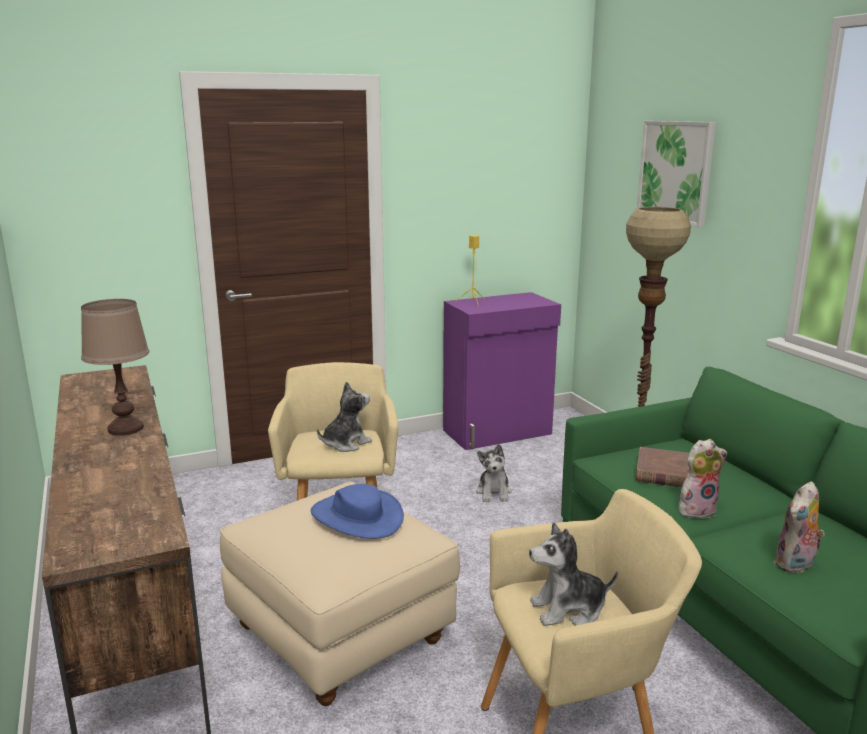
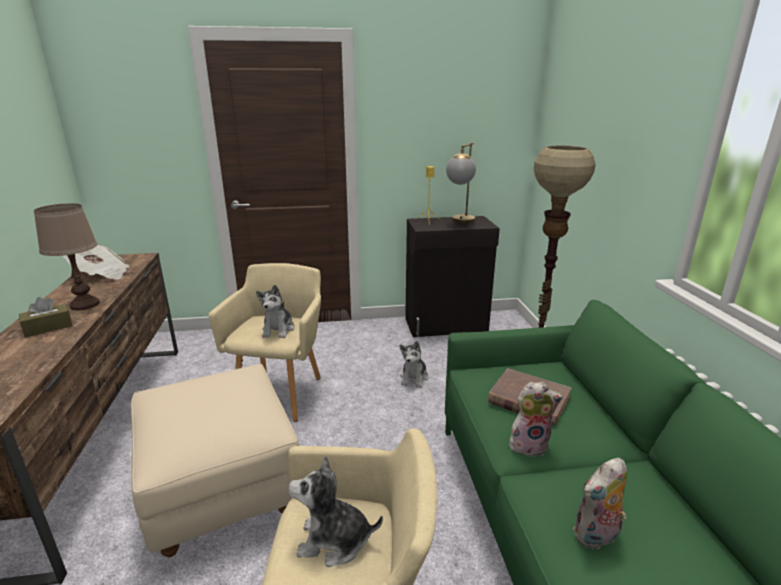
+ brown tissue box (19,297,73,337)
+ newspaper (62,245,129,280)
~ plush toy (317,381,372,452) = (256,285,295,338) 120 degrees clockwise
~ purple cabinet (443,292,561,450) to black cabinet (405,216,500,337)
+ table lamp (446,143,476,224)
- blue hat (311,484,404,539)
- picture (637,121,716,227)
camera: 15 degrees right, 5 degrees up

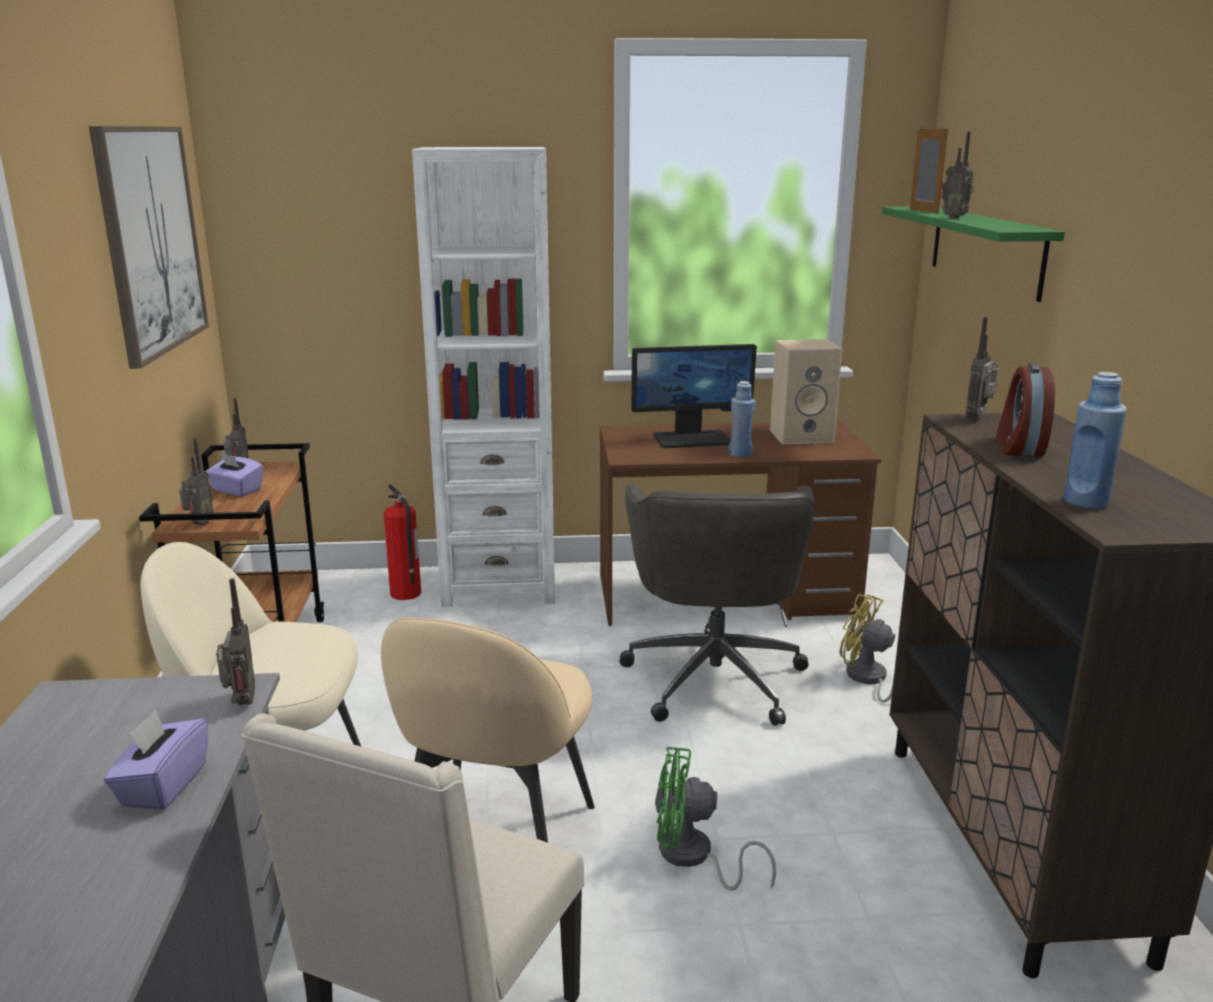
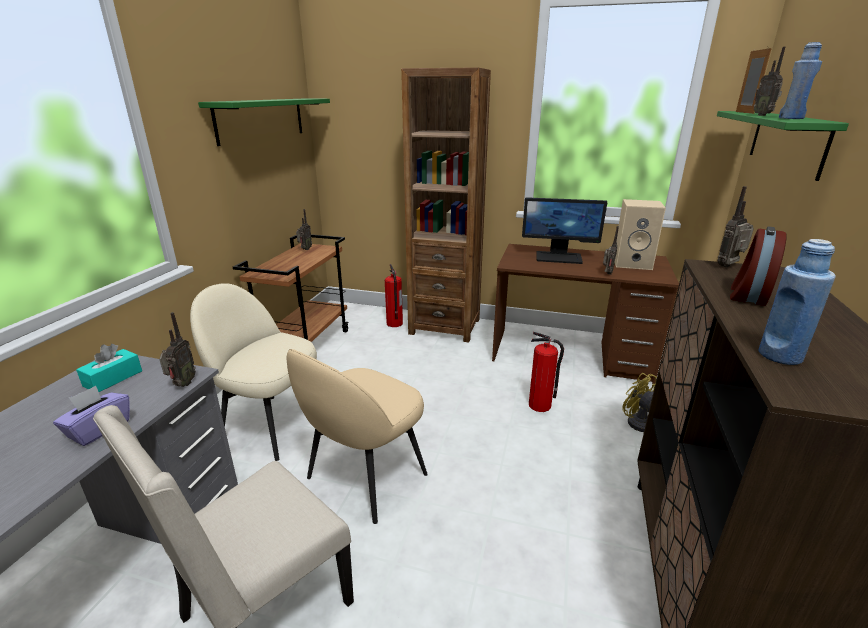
+ turquoise tissue box (76,344,142,392)
~ picture (89,126,209,369) to green shelf (198,99,330,146)
~ white bookcase (412,147,555,607) to brown bookcase (401,67,491,343)
~ grey office chair (619,484,814,726) to fire extinguisher (529,332,564,412)
~ radio (179,438,214,525) to (603,226,619,275)
~ blue bottle (728,381,756,457) to (779,42,822,119)
- purple tissue box (206,453,263,497)
- green fan (655,747,776,890)
camera: 20 degrees right, 5 degrees up

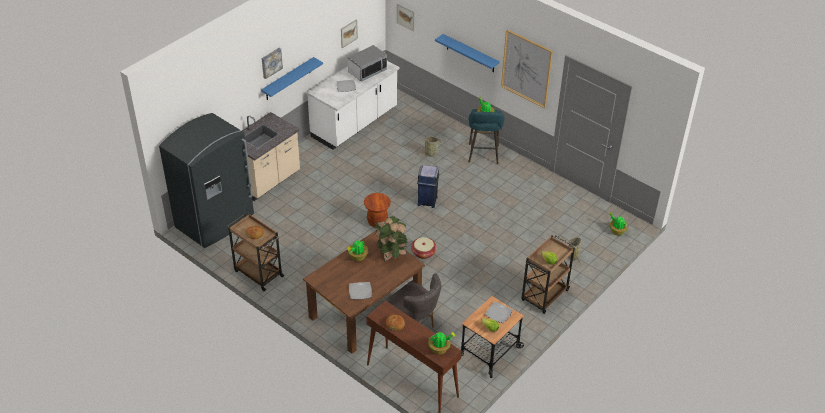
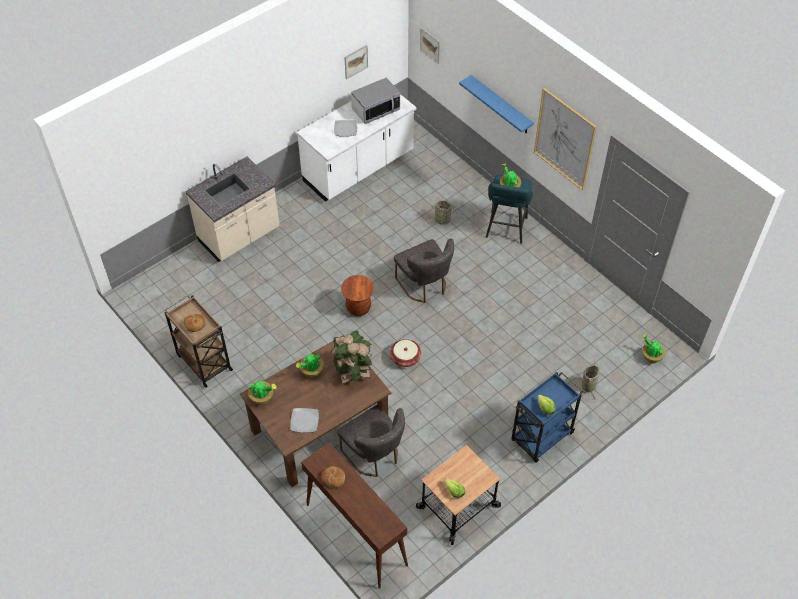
~ potted plant (428,332,456,355) to (248,381,277,405)
~ blue trash can (417,165,439,208) to grey chair (394,238,454,303)
~ brown cart (522,235,575,314) to blue cart (512,372,583,463)
- grey fridge (159,113,254,248)
- blue shelf (261,57,323,100)
- picture (262,48,283,79)
- plate (485,302,513,323)
camera: 10 degrees right, 10 degrees up

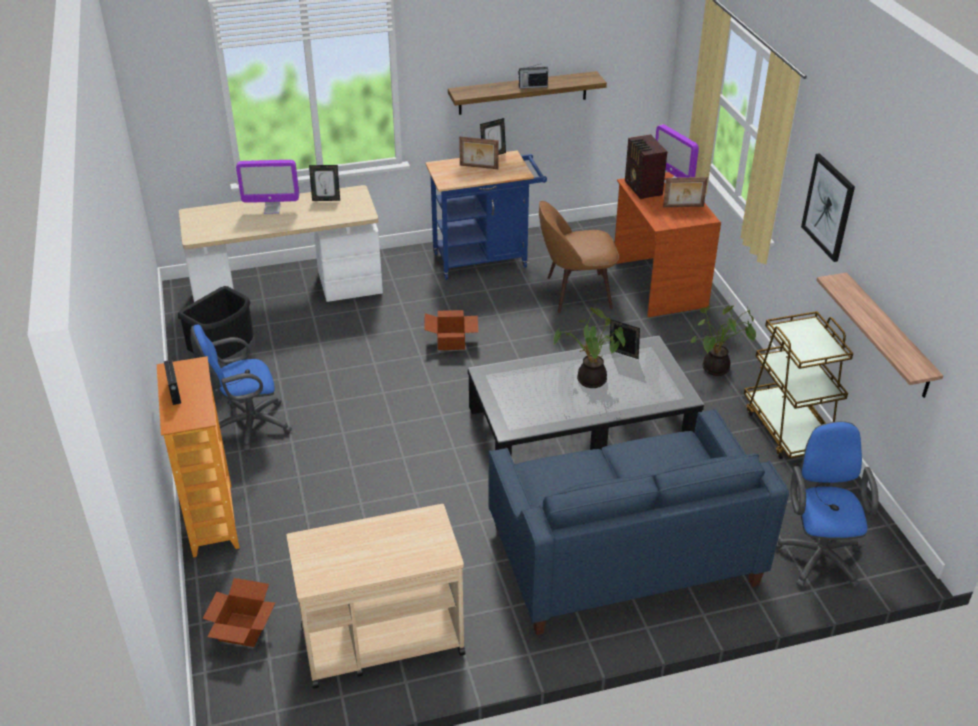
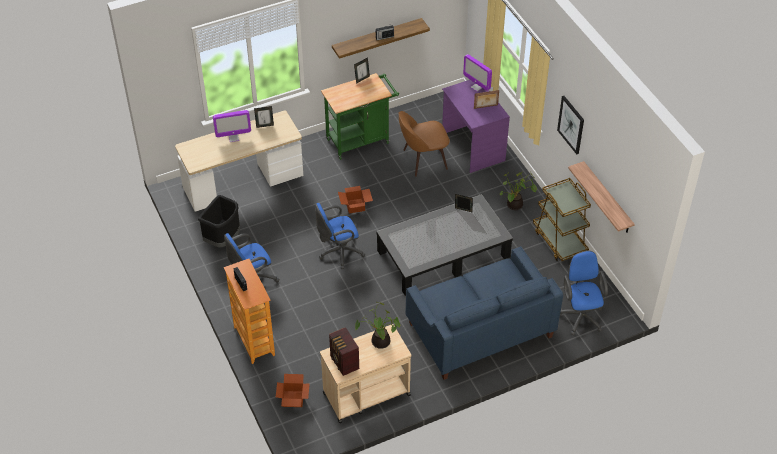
+ blue office chair (315,203,365,269)
~ blue cart (425,150,547,280) to green cart (321,73,399,160)
~ radio (625,134,667,199) to (329,327,359,376)
~ potted plant (553,308,625,388) to (355,302,400,349)
~ brown desk (614,172,721,317) to purple desk (442,80,510,173)
- picture frame (459,137,499,169)
camera: 10 degrees left, 10 degrees up

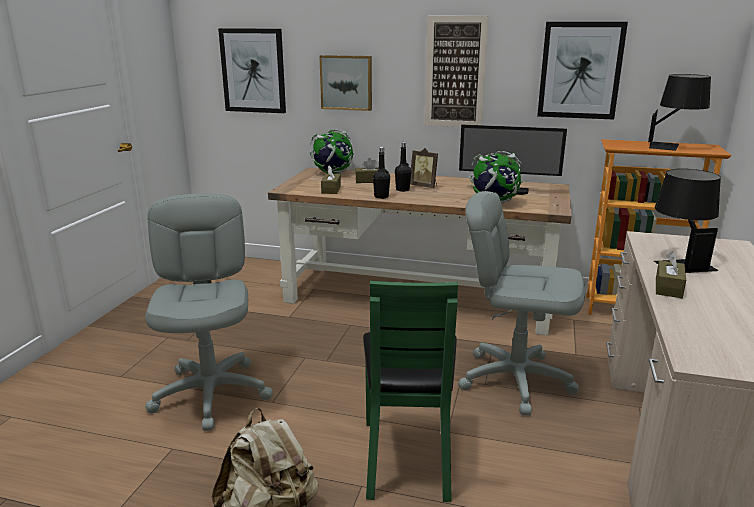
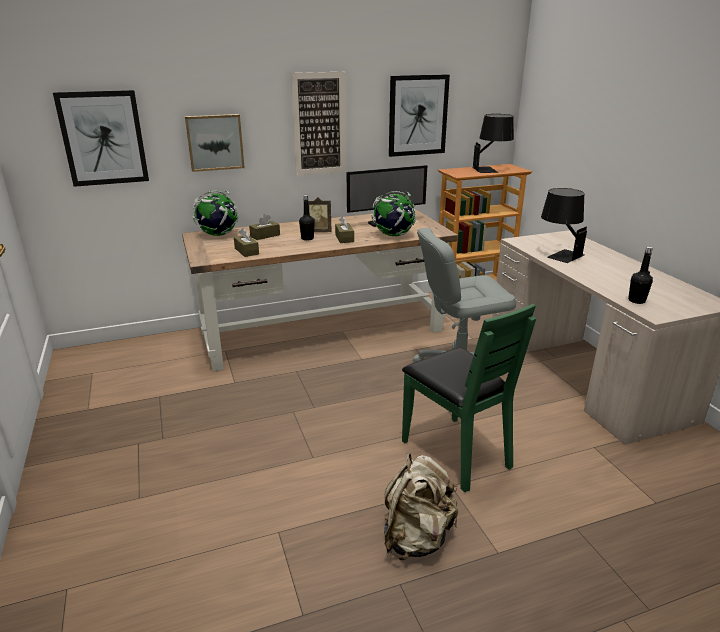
~ brown tissue box (656,251,686,298) to (335,216,354,243)
~ black bottle (373,147,390,199) to (628,246,653,304)
- grey office chair (145,193,273,431)
camera: 35 degrees left, 5 degrees up

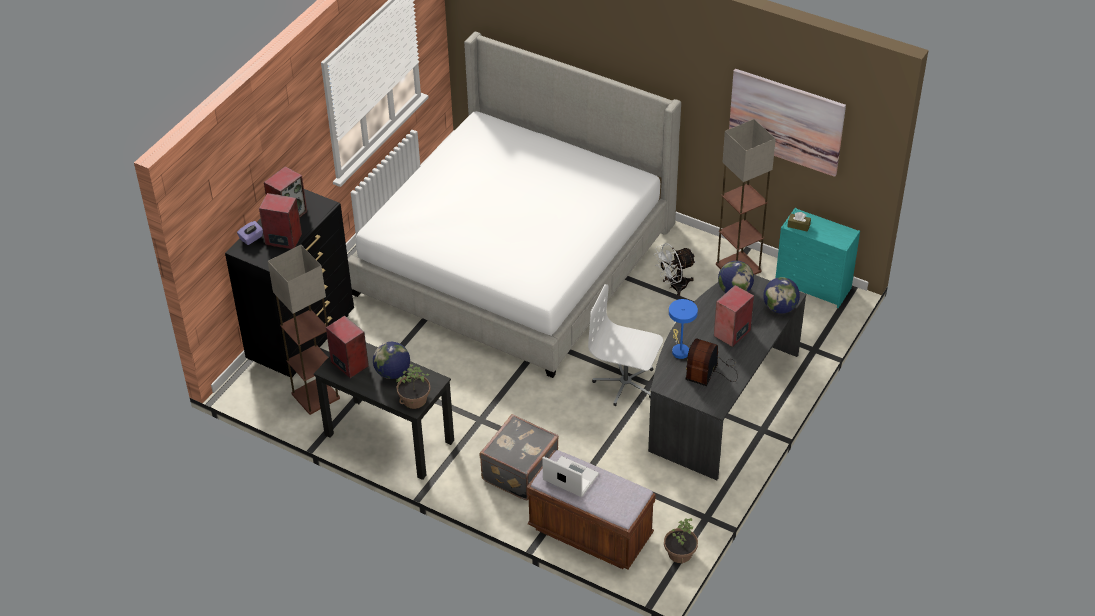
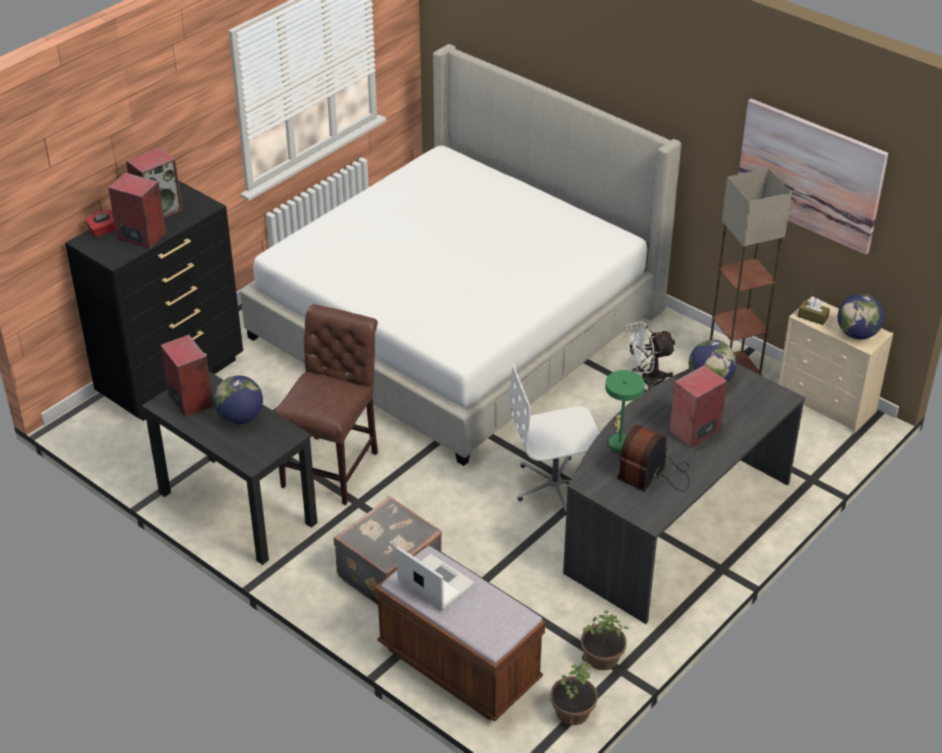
~ purple tissue box (237,221,263,245) to red tissue box (85,210,116,237)
+ brown chair (274,304,378,505)
~ white office chair (588,284,663,406) = (509,365,599,515) 45 degrees counterclockwise
~ potted plant (396,364,431,409) to (581,610,629,670)
~ blue table lamp (669,299,698,359) to green table lamp (605,370,645,453)
~ turquoise dresser (776,208,860,308) to beige dresser (778,296,893,434)
~ globe (763,277,800,314) to (838,294,884,339)
- floor lamp (268,245,340,415)
camera: 10 degrees right, 5 degrees down

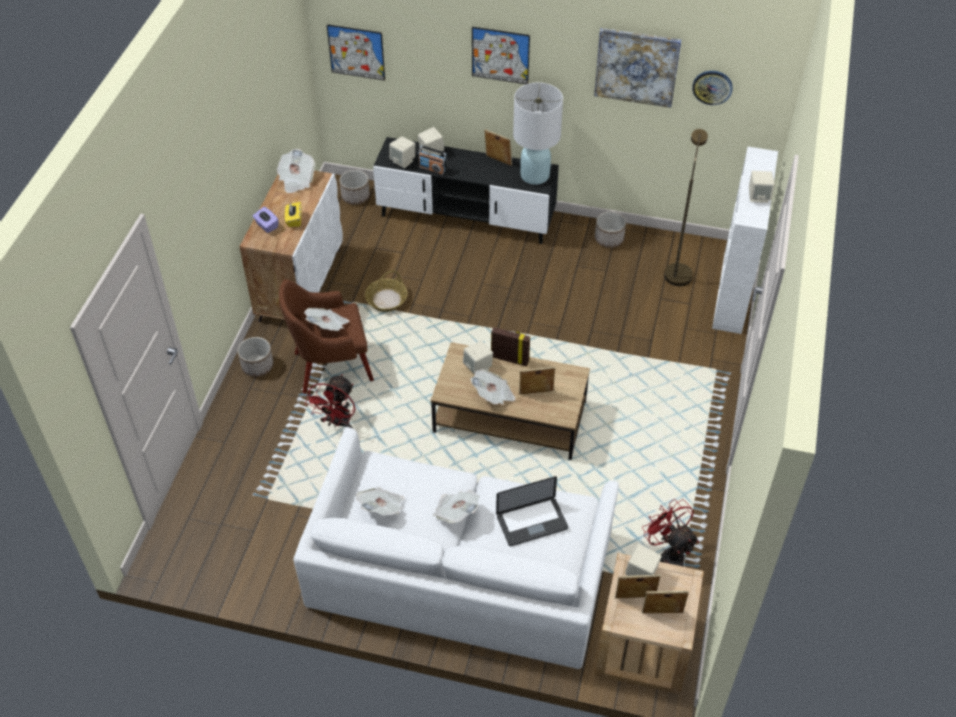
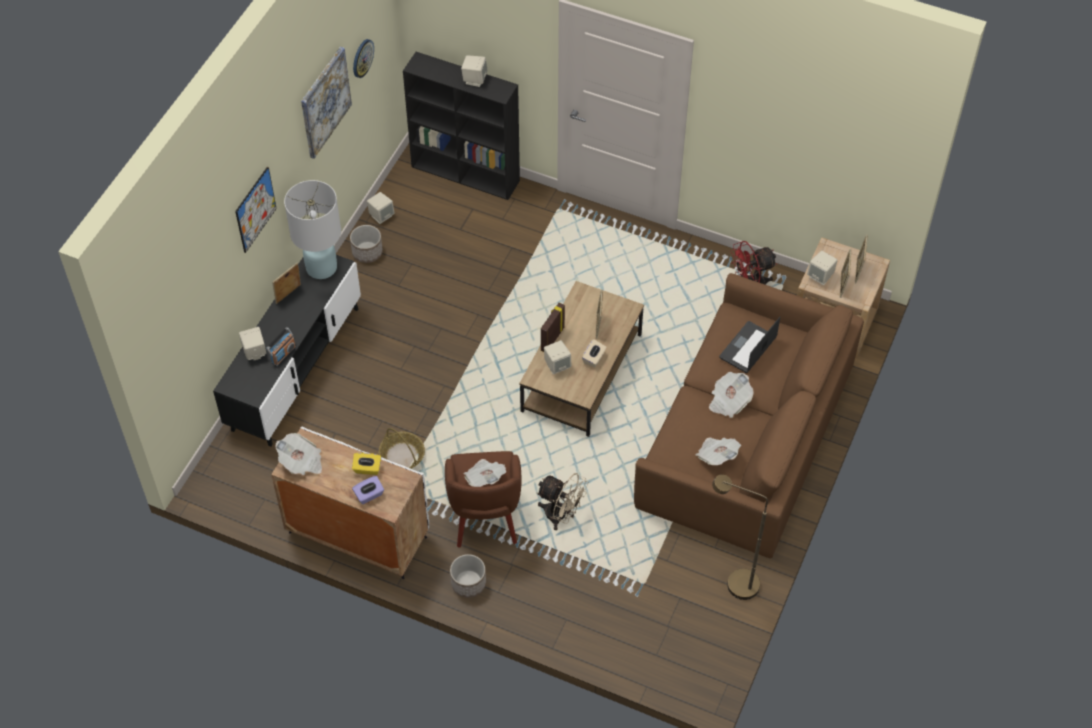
~ beige speaker (389,136,415,168) to (367,192,395,224)
~ white bookcase (712,147,778,334) to black bookcase (403,52,520,200)
~ red fan (305,374,355,428) to beige fan (536,473,589,530)
~ newspaper (470,369,516,405) to beige tissue box (582,339,606,368)
~ white sofa (293,427,619,669) to brown sofa (634,273,864,558)
~ brown floor lamp (664,129,708,286) to (712,474,768,600)
~ laptop (496,476,568,546) = (719,317,780,373) 135 degrees counterclockwise
- picture (327,24,385,81)
- planter (340,170,370,205)
camera: 80 degrees left, 5 degrees up

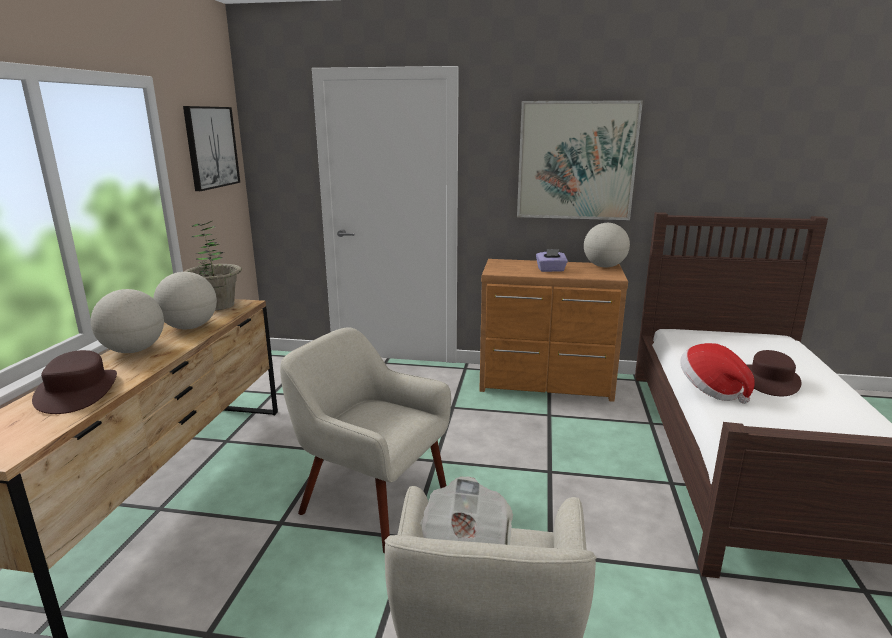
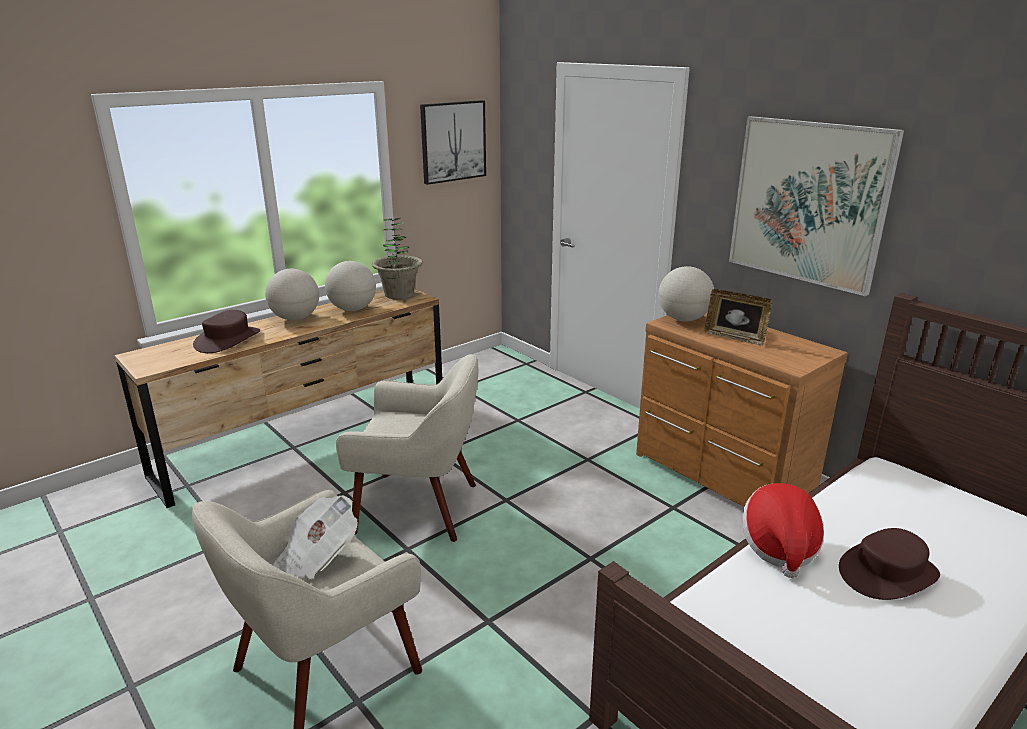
~ beige armchair (280,327,451,554) = (336,354,478,542) 120 degrees clockwise
~ globe (584,223,630,267) to (658,266,714,321)
~ purple tissue box (536,249,568,272) to picture frame (704,289,772,346)
camera: 40 degrees right, 5 degrees up

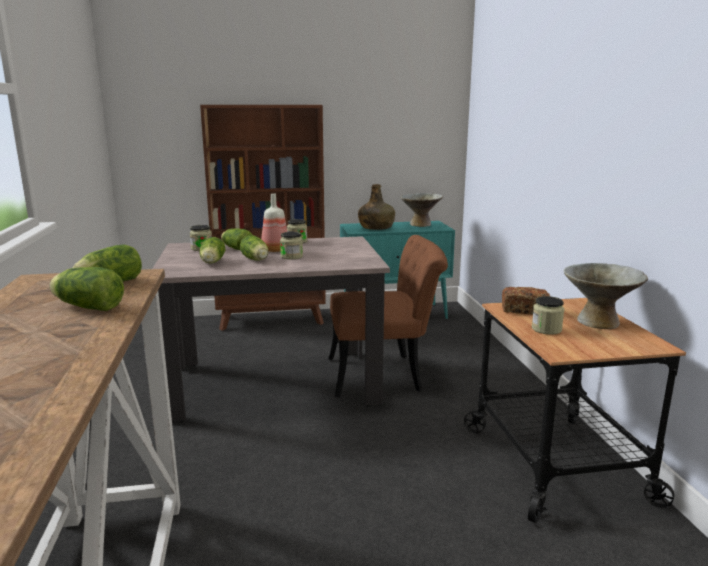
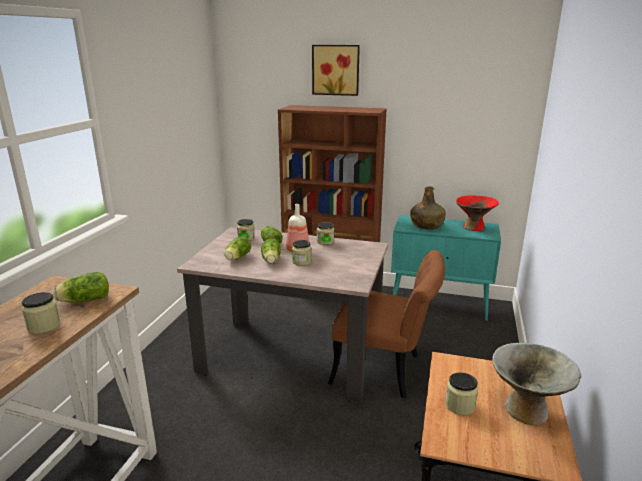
~ lettuce (50,267,124,311) to jar (22,292,60,334)
+ picture (312,45,360,96)
~ grey bowl (401,193,443,227) to red bowl (456,195,499,231)
- bread (502,287,550,314)
camera: 25 degrees right, 5 degrees up

